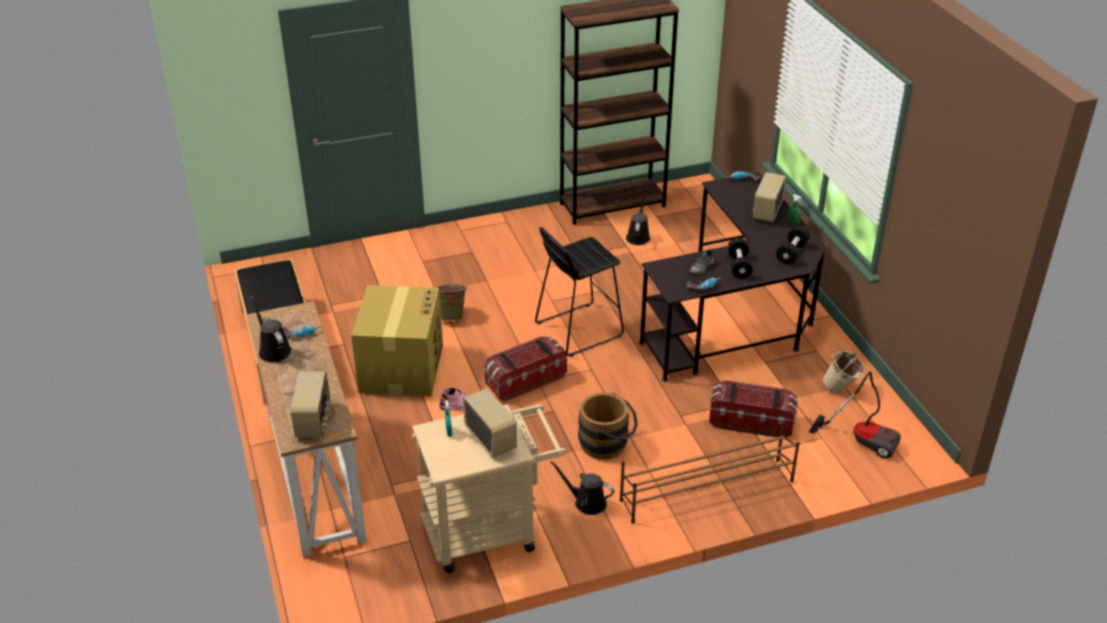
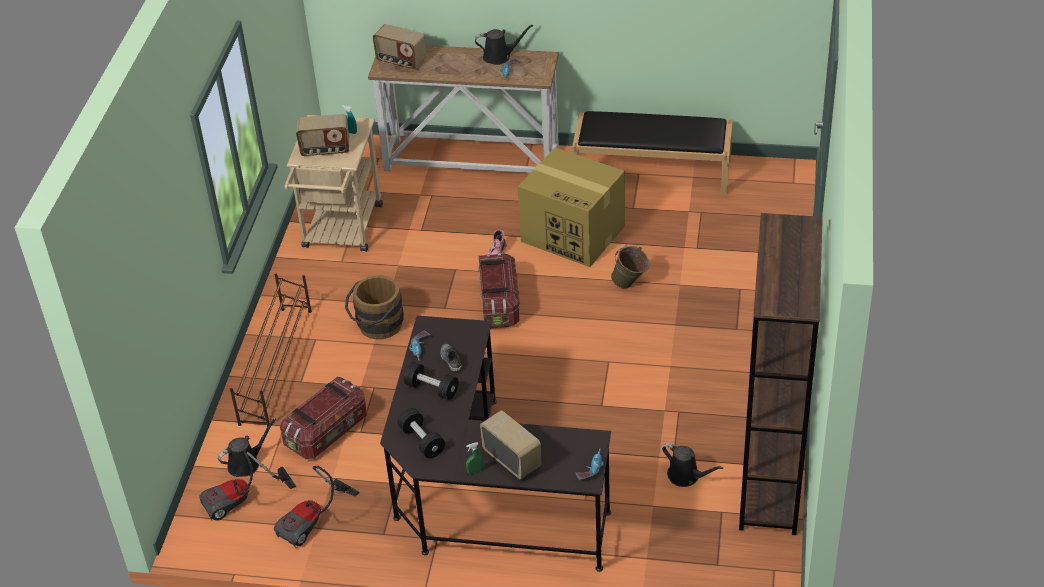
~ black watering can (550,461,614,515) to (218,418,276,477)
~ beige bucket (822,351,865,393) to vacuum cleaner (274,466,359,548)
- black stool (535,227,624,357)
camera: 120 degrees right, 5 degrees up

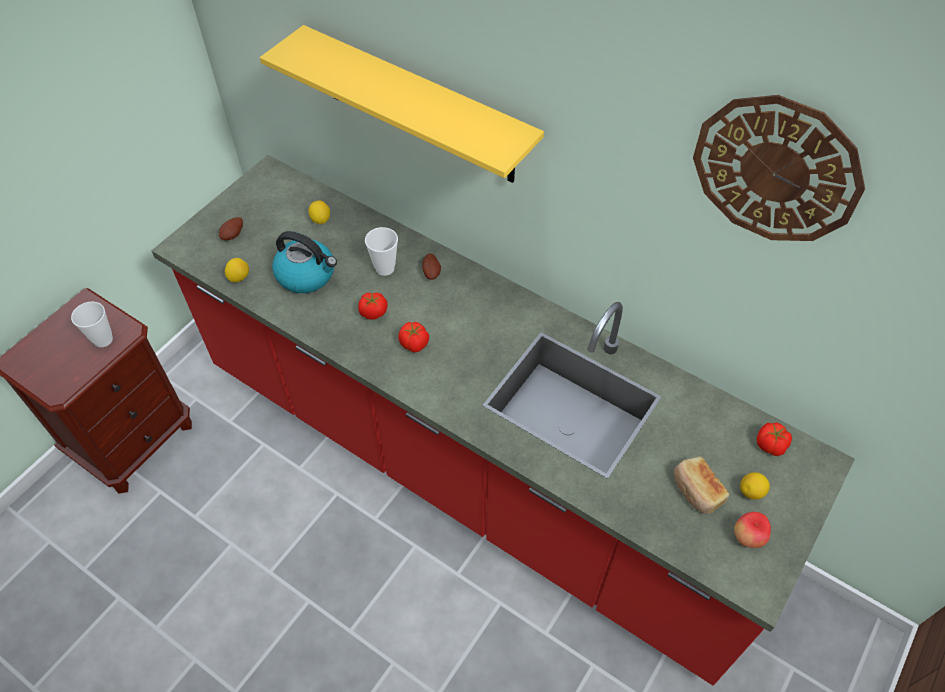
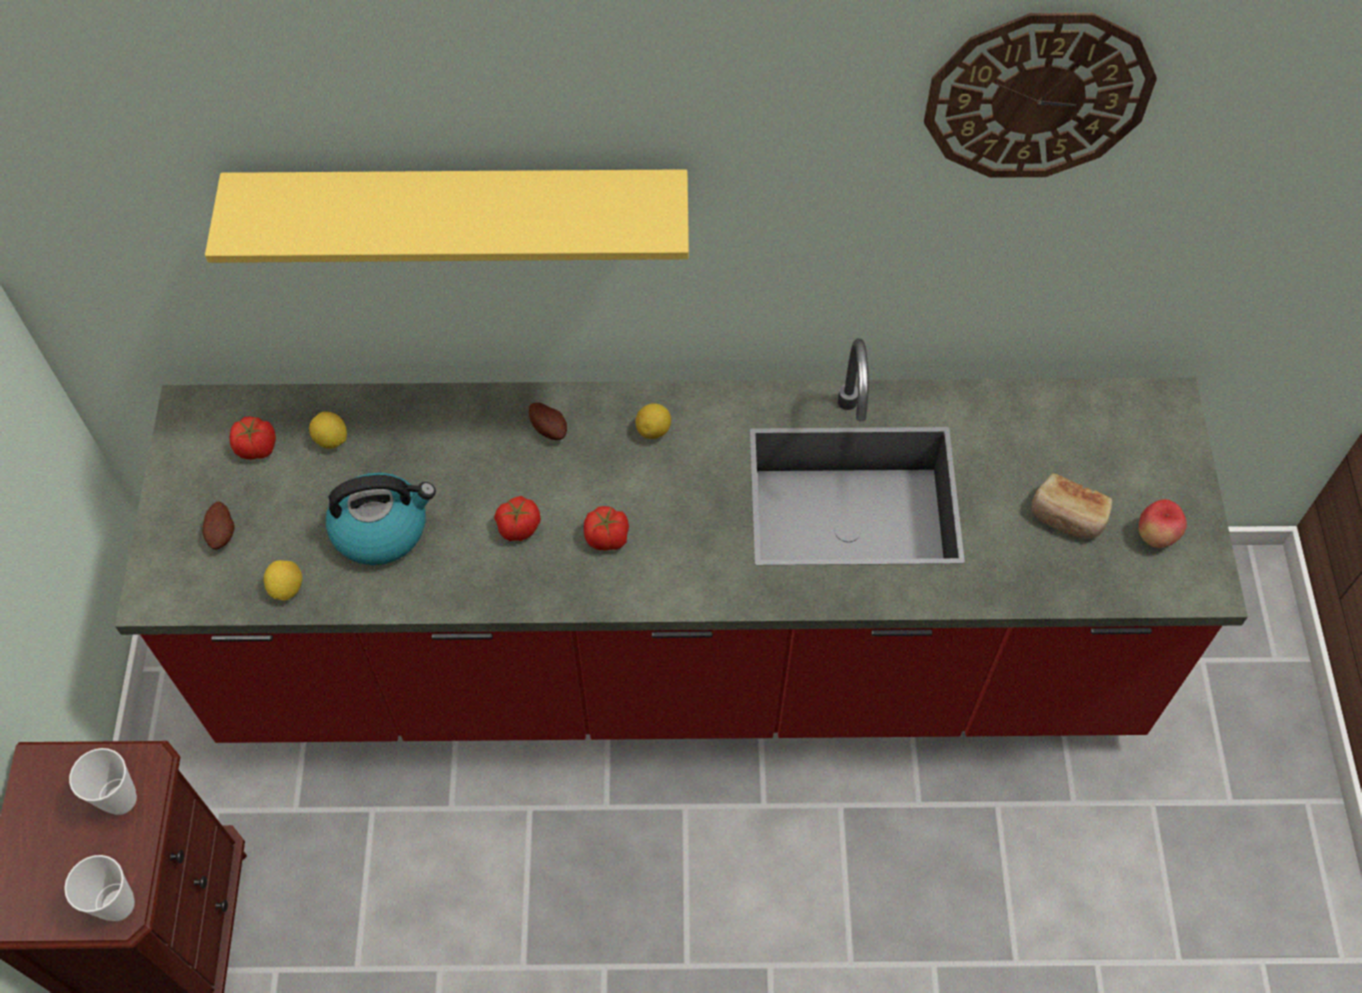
~ cup (365,227,398,276) to (64,855,135,921)
~ tomato (756,423,792,456) to (229,416,276,459)
~ lemon (740,472,770,500) to (636,403,671,439)
camera: 35 degrees left, 5 degrees up

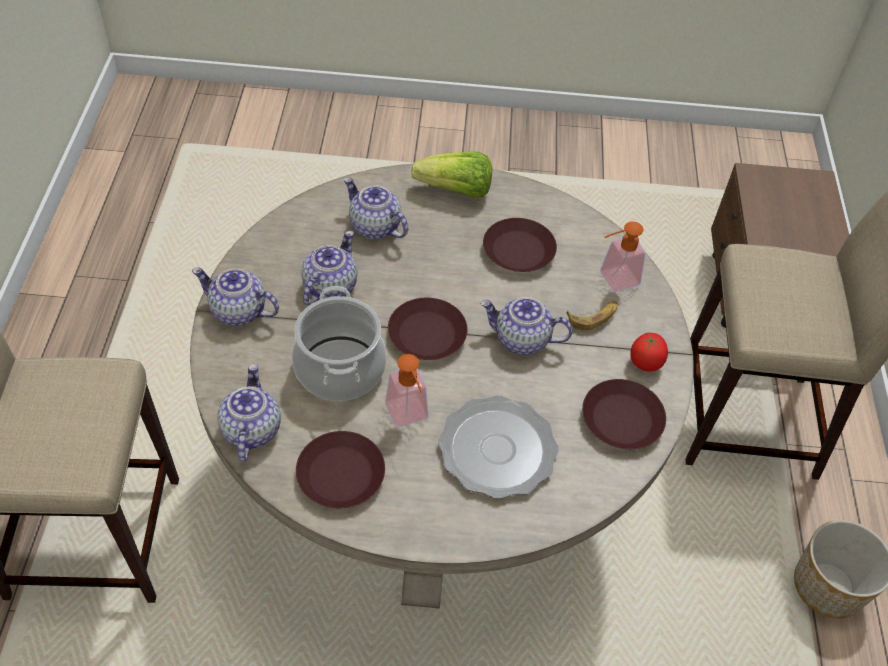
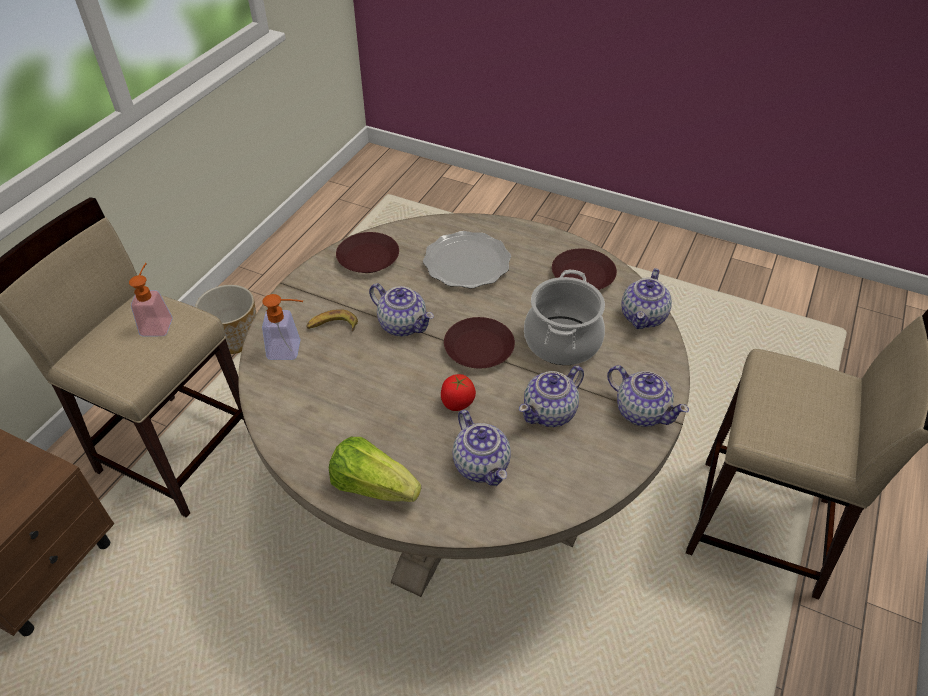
~ soap dispenser (385,354,429,427) to (129,263,173,336)
~ tomato (630,333,668,372) to (441,374,476,411)
- brown plate (483,218,557,272)
camera: 155 degrees left, 5 degrees down

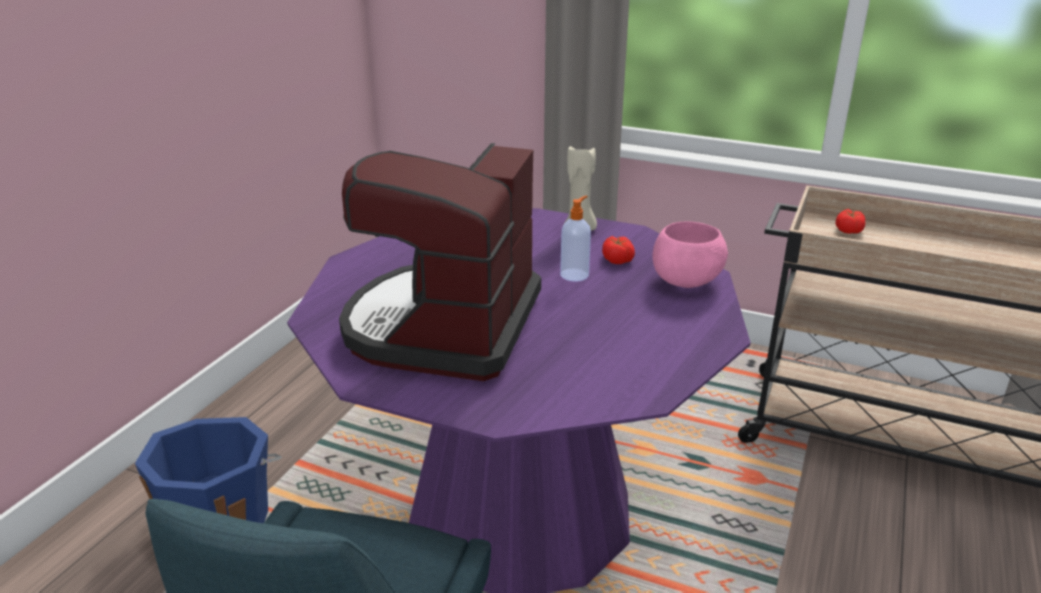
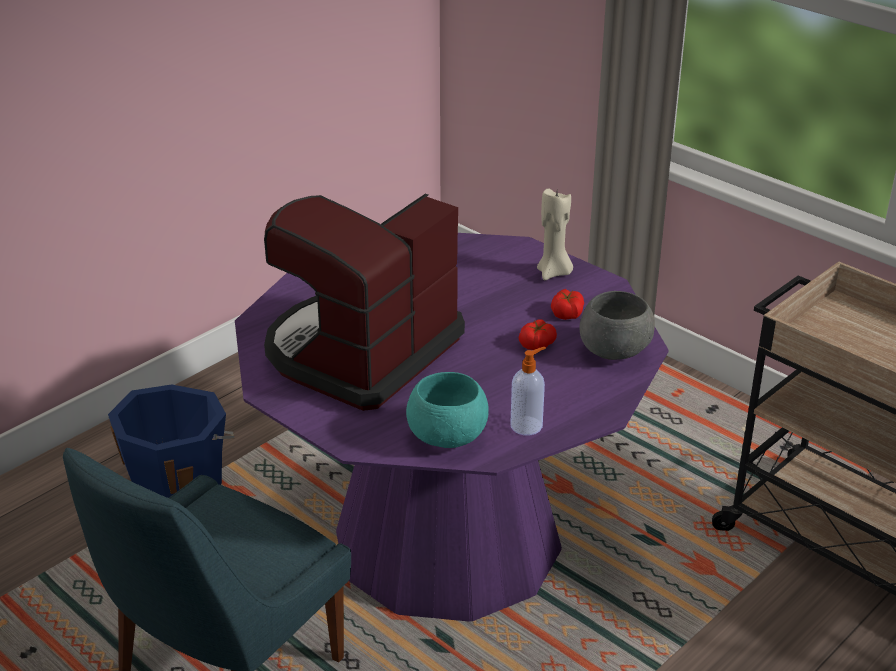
+ turquoise bowl (406,372,489,448)
~ soap dispenser (560,196,591,281) to (510,347,546,435)
~ tomato (836,209,865,234) to (519,319,557,350)
~ pink bowl (652,222,728,288) to grey bowl (579,291,655,360)
camera: 20 degrees right, 5 degrees up

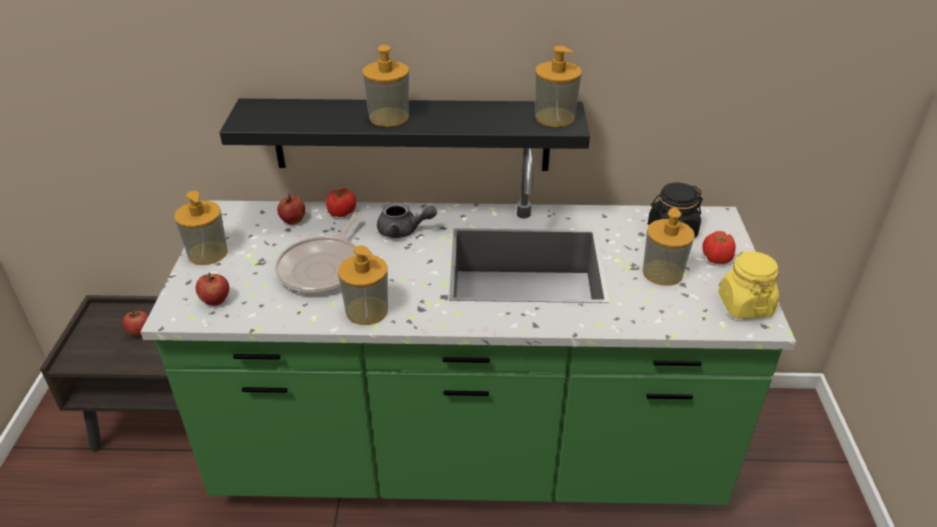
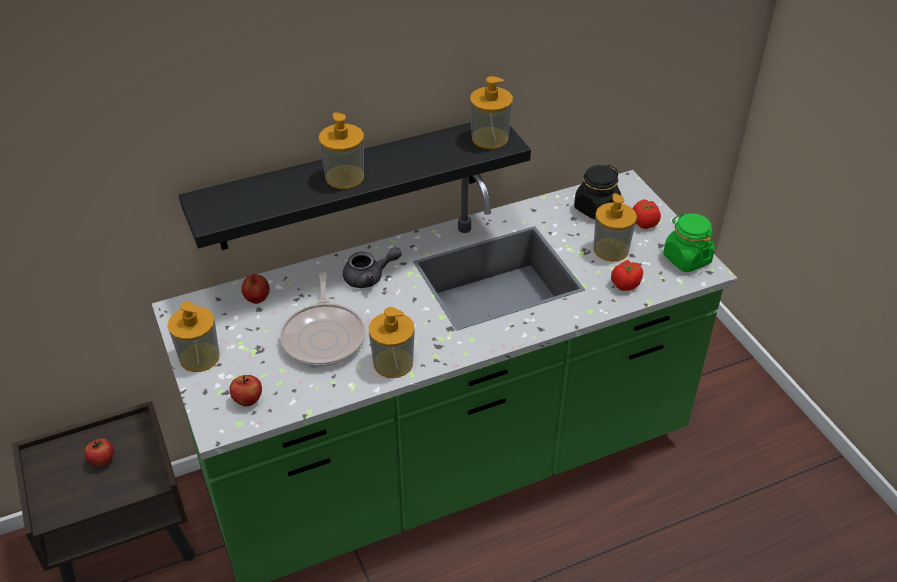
~ tomato (326,188,356,217) to (611,260,643,291)
~ yellow jar (718,251,779,318) to green jar (663,213,715,272)
camera: 25 degrees left, 5 degrees up

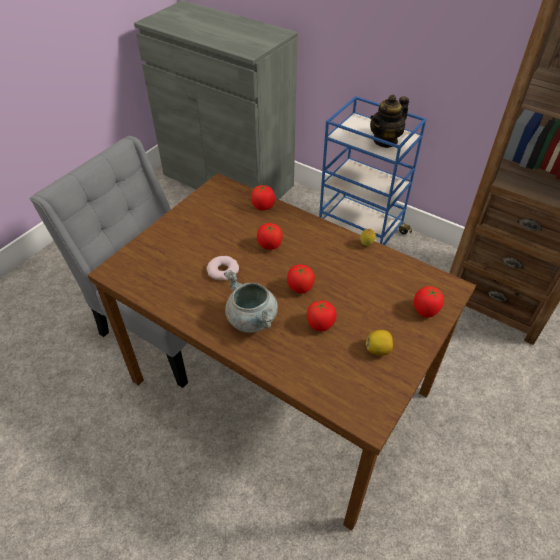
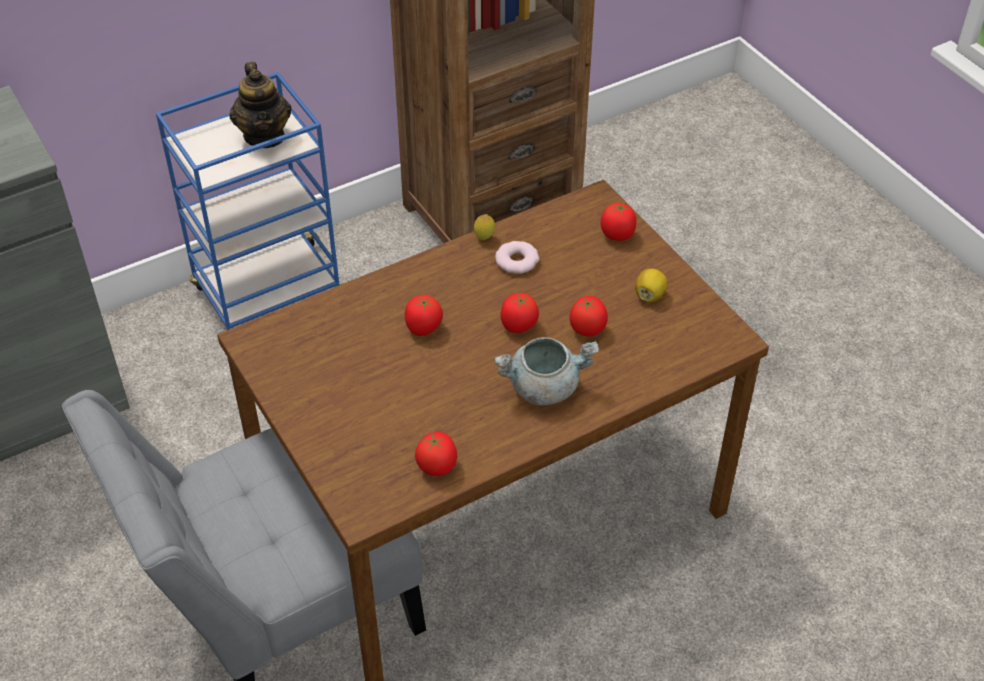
~ tomato (251,184,275,211) to (415,432,457,476)
~ donut (207,256,239,281) to (495,241,539,274)
camera: 65 degrees left, 0 degrees up

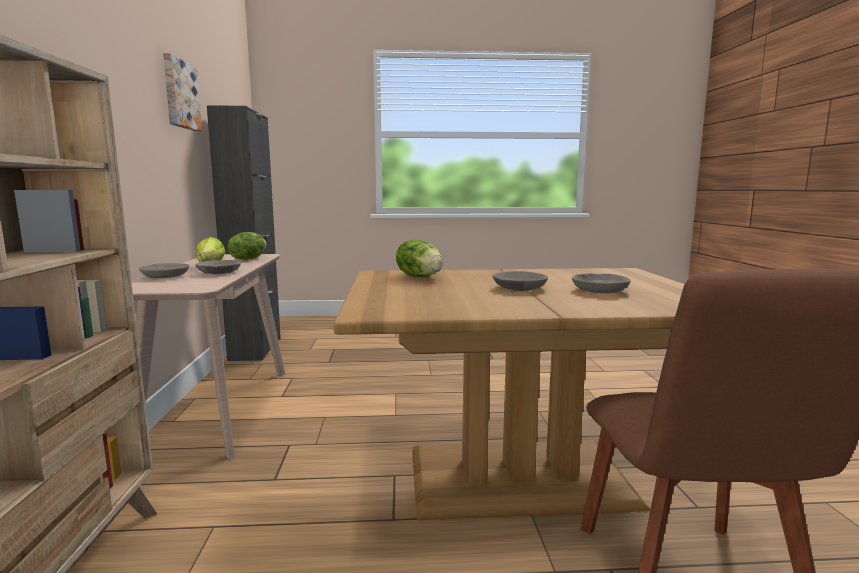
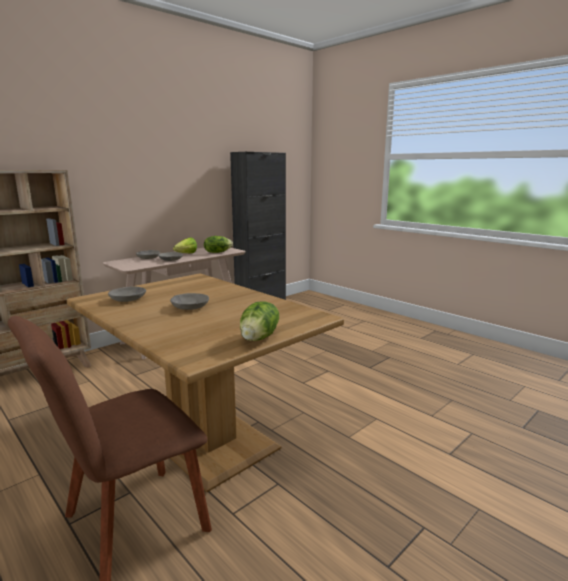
~ grey bowl (572,273,631,293) to (108,286,146,302)
~ lettuce (396,239,443,277) to (240,302,279,341)
- picture (163,53,202,132)
camera: 50 degrees right, 5 degrees up

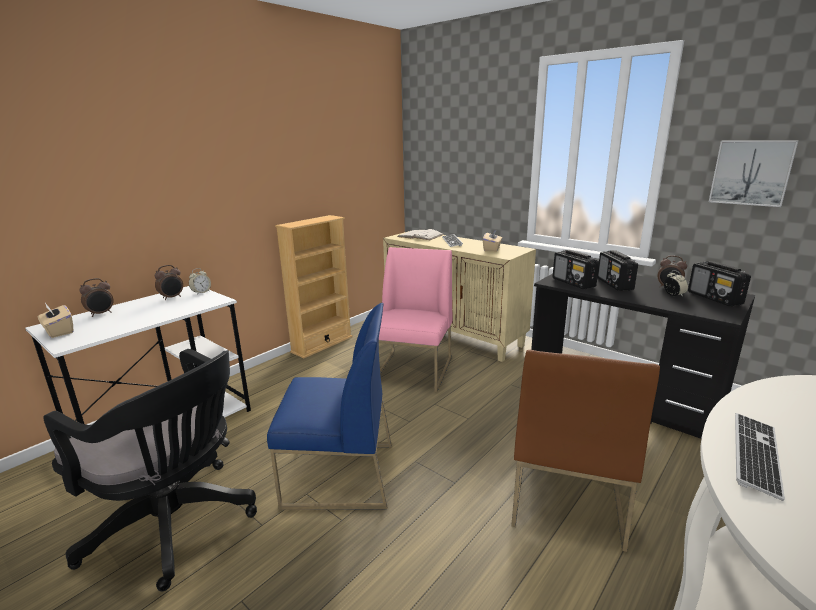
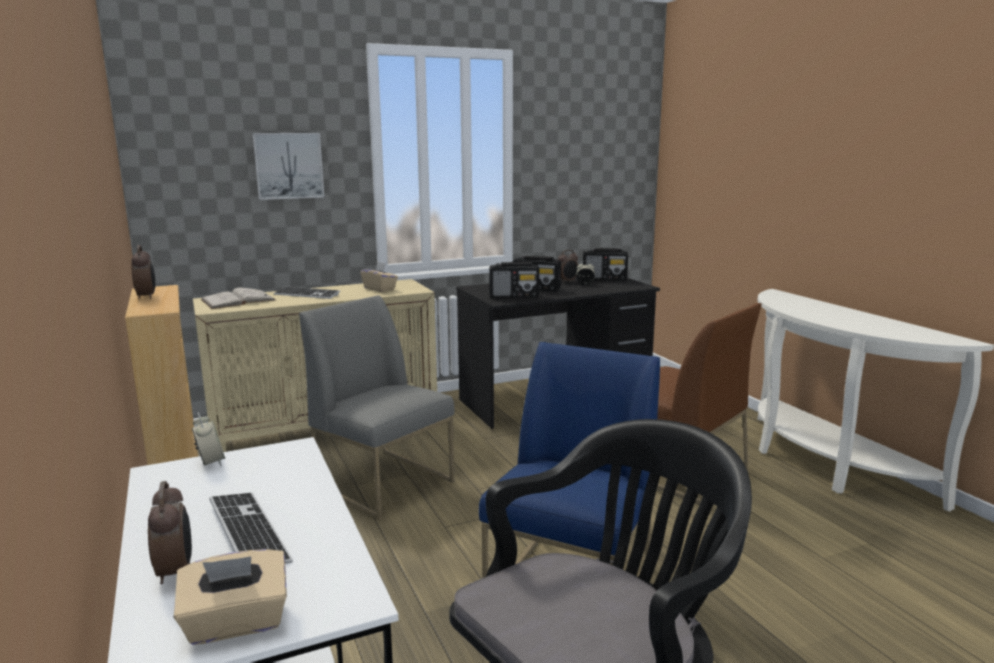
~ alarm clock (155,265,183,300) to (131,245,155,299)
~ keyboard (735,413,785,501) to (209,492,293,564)
~ picture (709,140,799,207) to (253,133,324,200)
~ pink chair (379,247,452,393) to grey chair (299,295,454,520)
camera: 65 degrees left, 5 degrees down

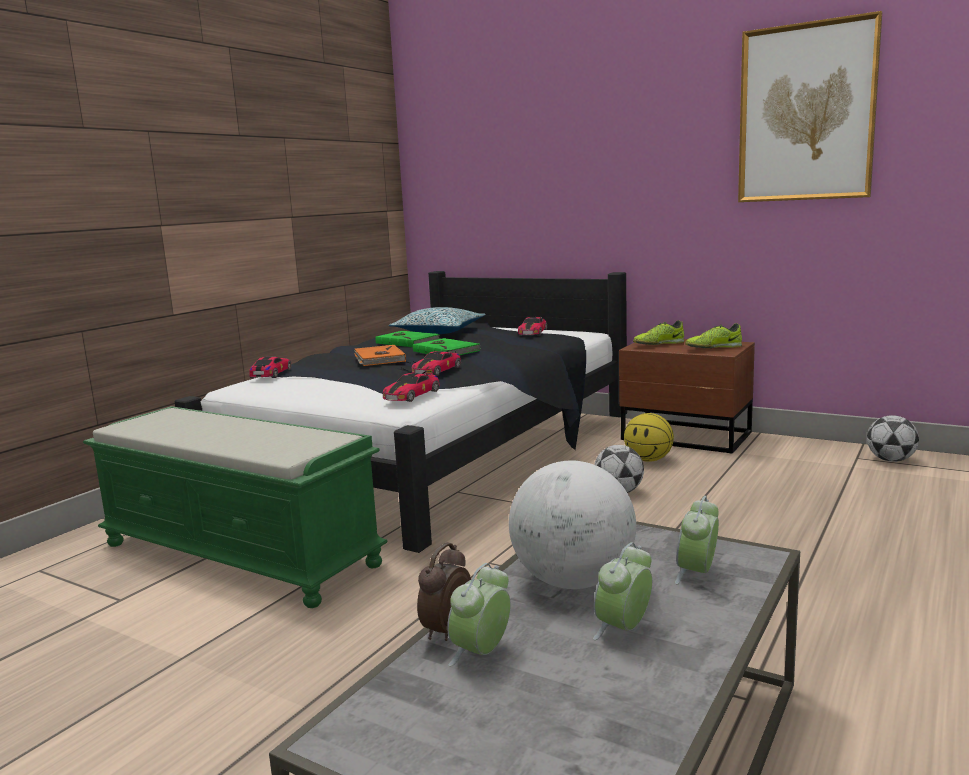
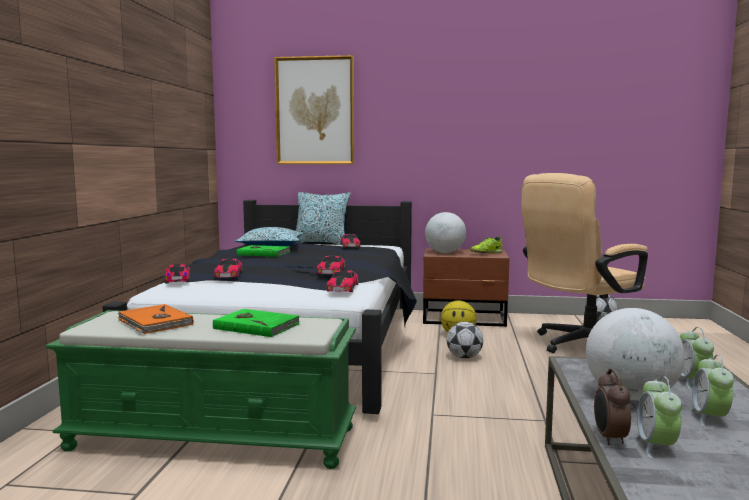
~ orange book (354,345,406,366) to (117,304,193,334)
~ green book (413,338,480,355) to (213,309,301,337)
+ toy car (214,258,243,278)
~ picture (738,11,882,202) to (274,55,354,164)
+ pillow (296,192,351,245)
~ shoe (633,320,684,345) to globe (425,212,466,253)
+ beige office chair (522,173,648,353)
camera: 25 degrees left, 5 degrees down

